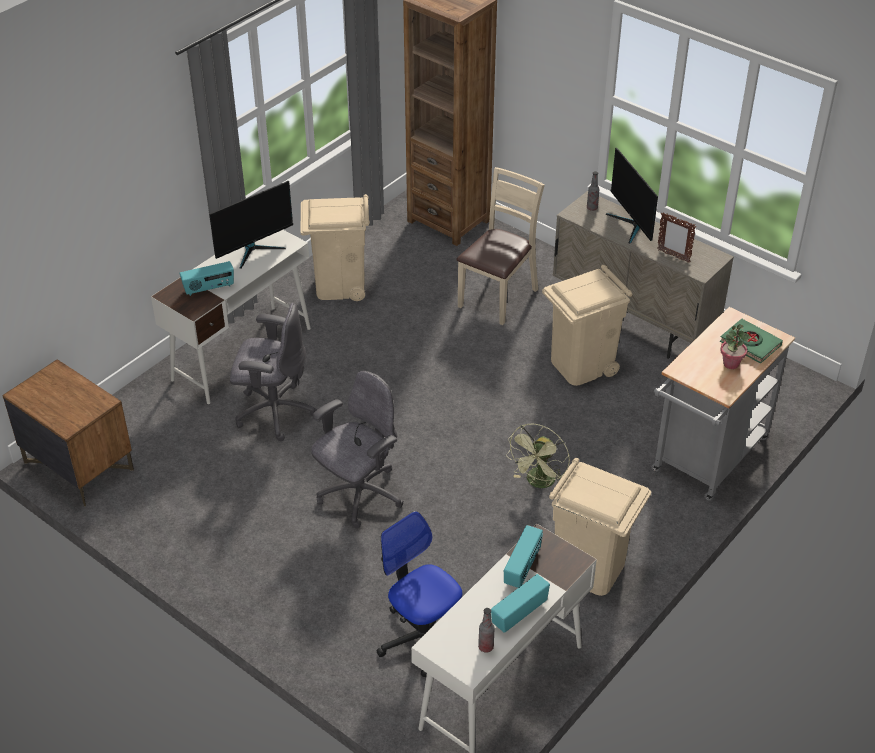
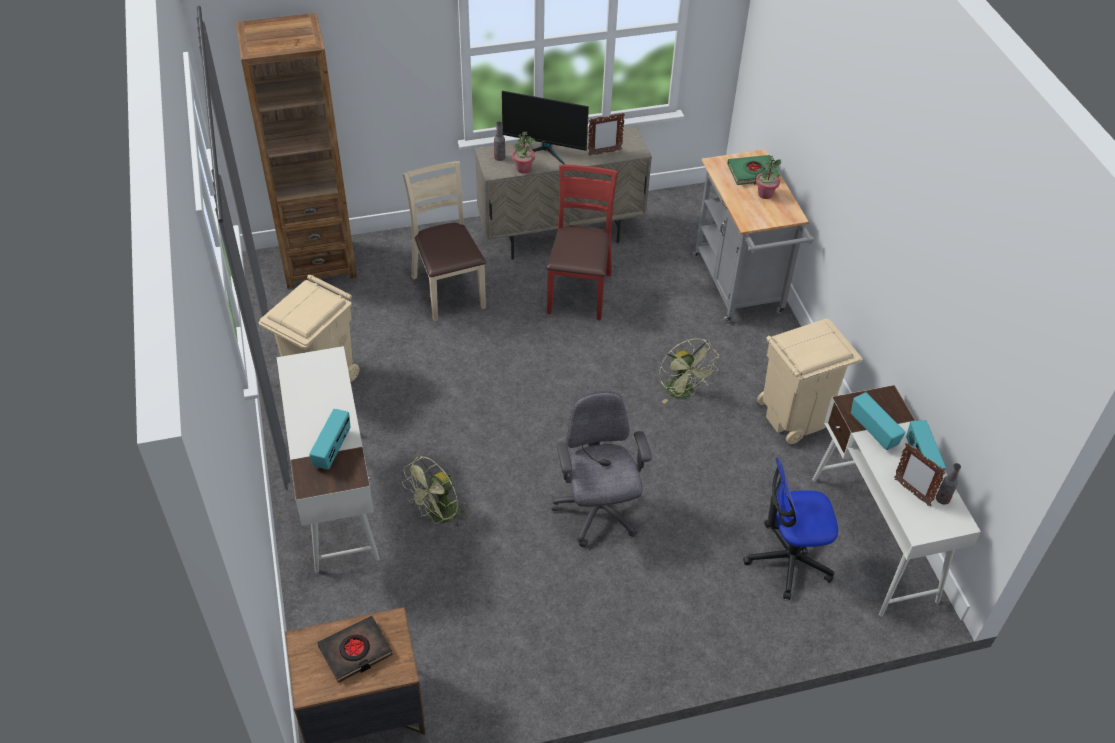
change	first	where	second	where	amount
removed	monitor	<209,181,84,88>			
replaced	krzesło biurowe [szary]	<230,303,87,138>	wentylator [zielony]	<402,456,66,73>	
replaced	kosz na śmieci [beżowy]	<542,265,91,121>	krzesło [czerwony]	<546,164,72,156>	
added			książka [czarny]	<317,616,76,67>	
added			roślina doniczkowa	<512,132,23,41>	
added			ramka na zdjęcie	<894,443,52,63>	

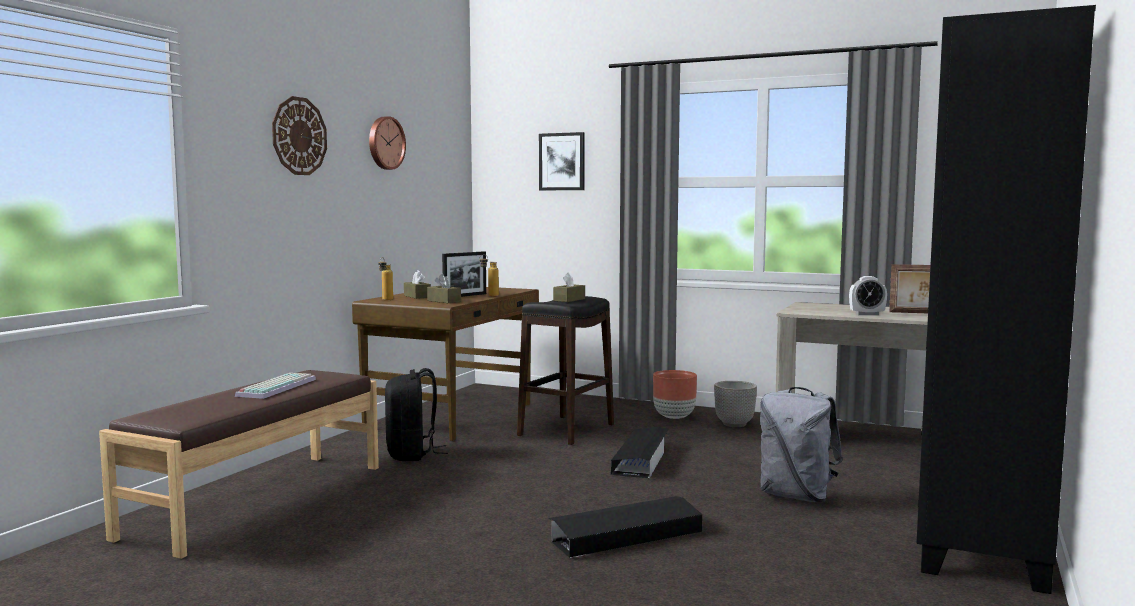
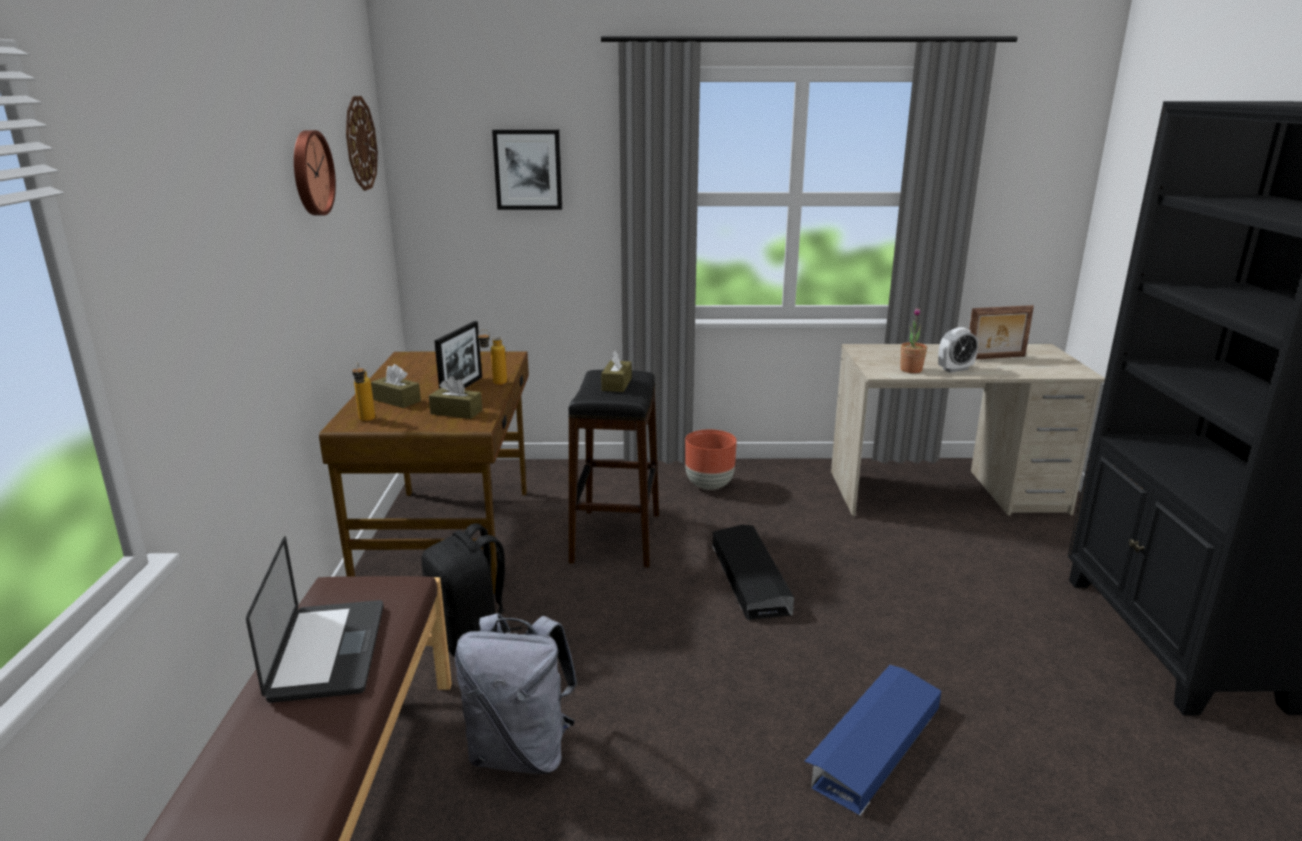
change	first	where	second	where	amount
replaced	klawiatura	<235,373,81,26>	laptop	<246,536,137,167>	
moved	zegar ścienny	<272,96,55,79>		<346,96,32,95>	
recoloured	pojemnik do przechowywania [czarny]	<549,496,153,62>	pojemnik do przechowywania [niebieski]	<804,665,137,150>	
removed	donica	<714,381,43,46>			
moved	plecak [szary]	<760,387,83,115>		<455,613,123,161>	
added			roślina doniczkowa	<900,308,27,65>	

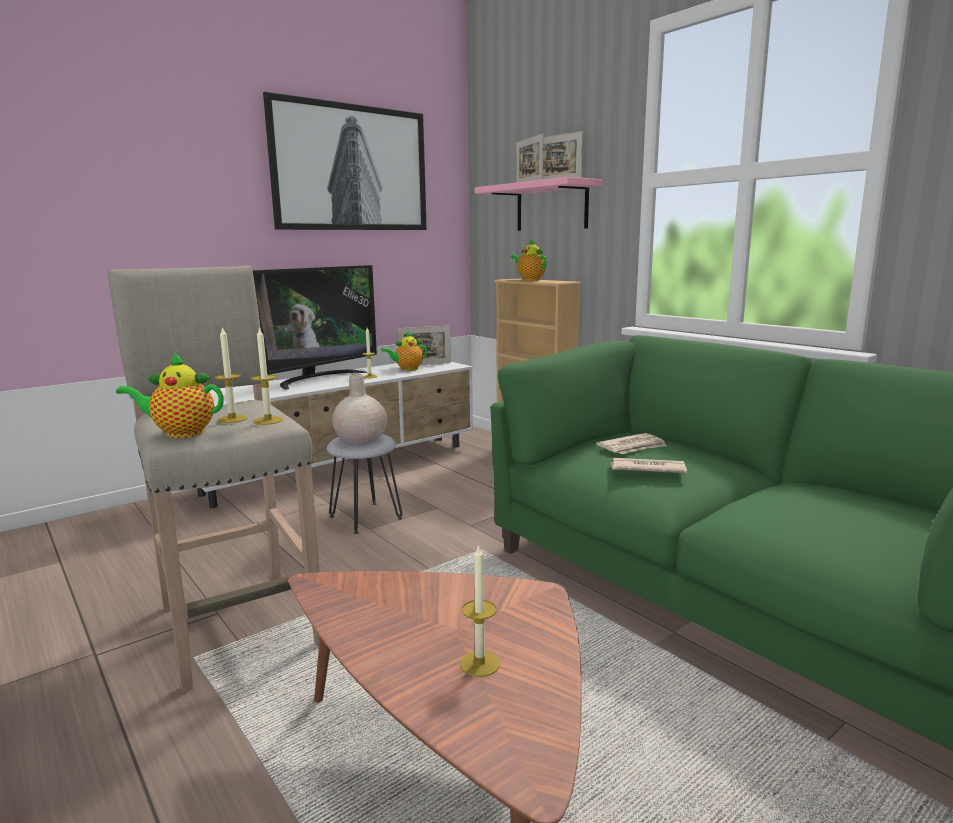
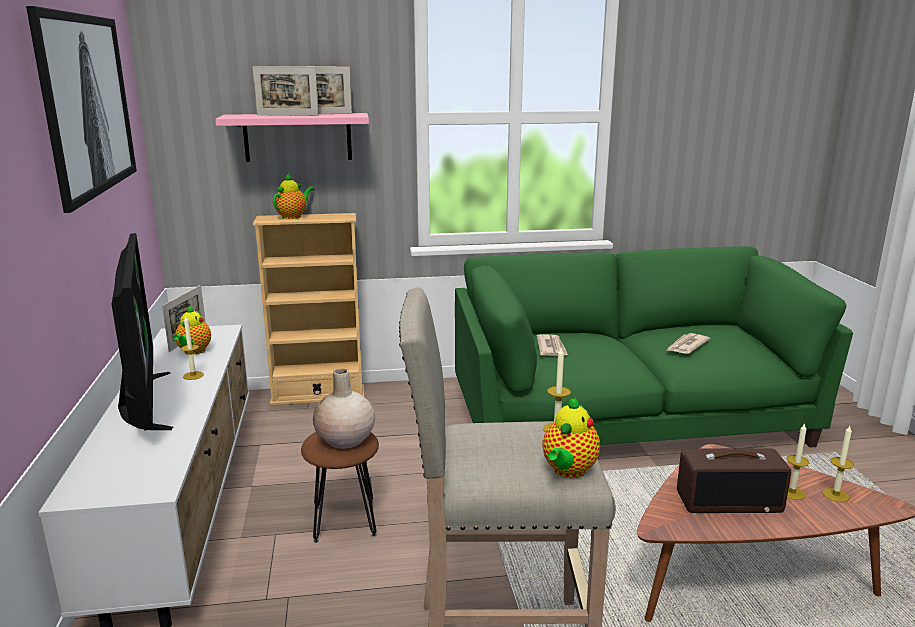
change	first	where	second	where	amount
moved	świeca	<215,326,33,97>		<822,426,32,76>	
recoloured	stołek [szary]	<327,434,75,100>	stołek [brązowy]	<301,432,78,111>	
turned	imbryk	<510,238,37,42>		<273,174,41,45>	135 degrees clockwise
moved	gazeta	<610,458,77,15>		<666,333,45,21>	
added			radio	<677,448,114,65>	

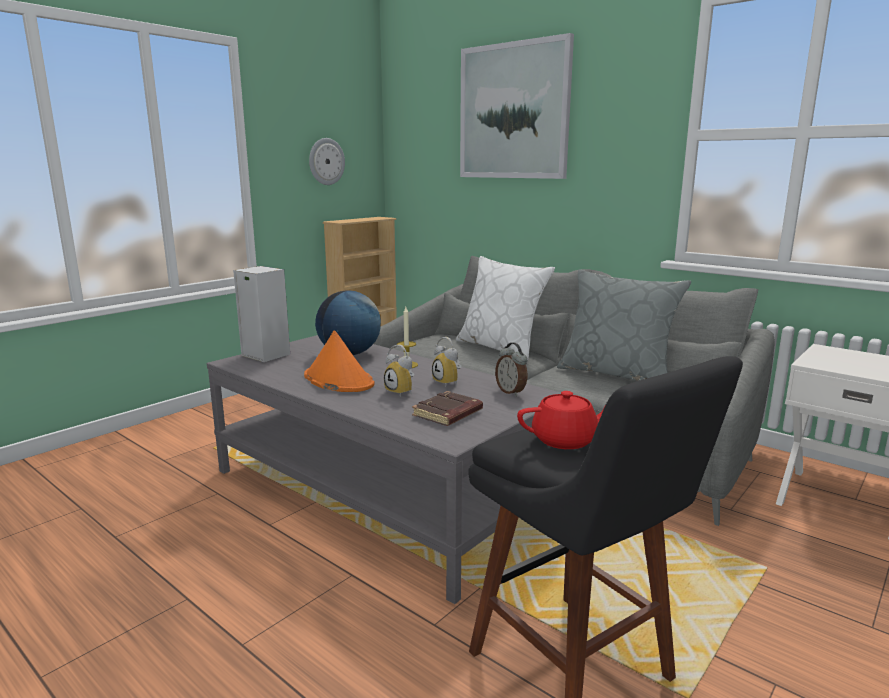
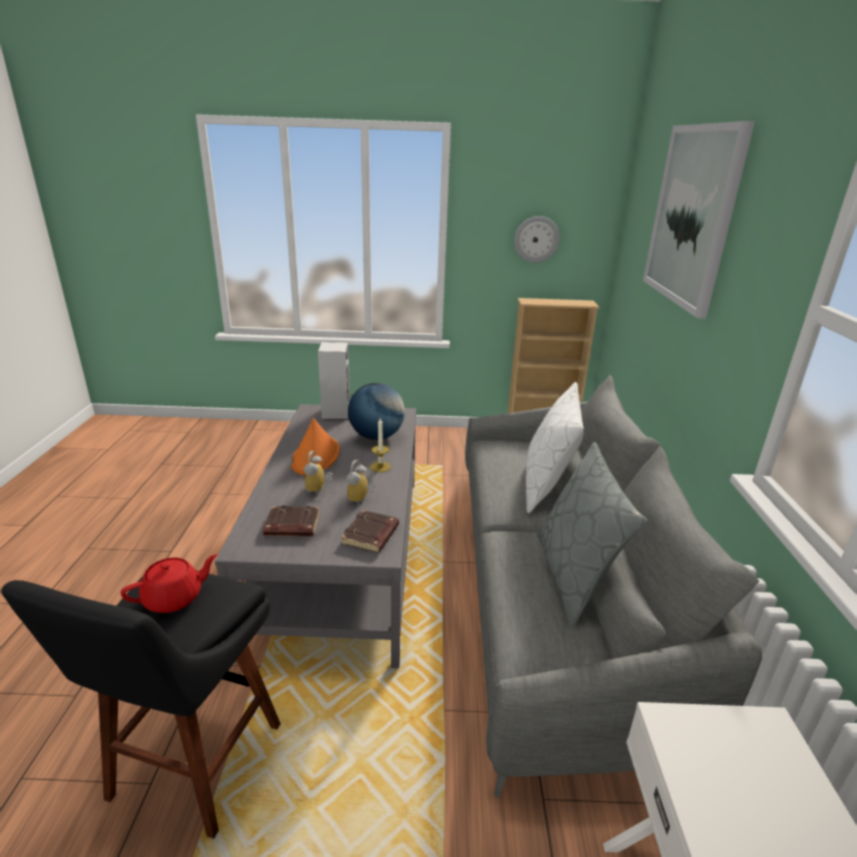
change	first	where	second	where	amount
replaced	budzik	<495,343,32,53>	książka [brązowy]	<341,510,58,43>	
turned	imbryk [czerwony]	<517,391,88,58>		<121,554,97,59>	75 degrees counterclockwise

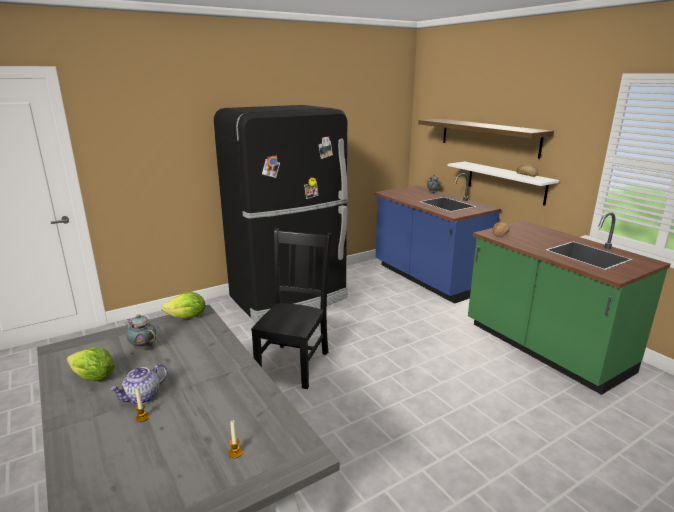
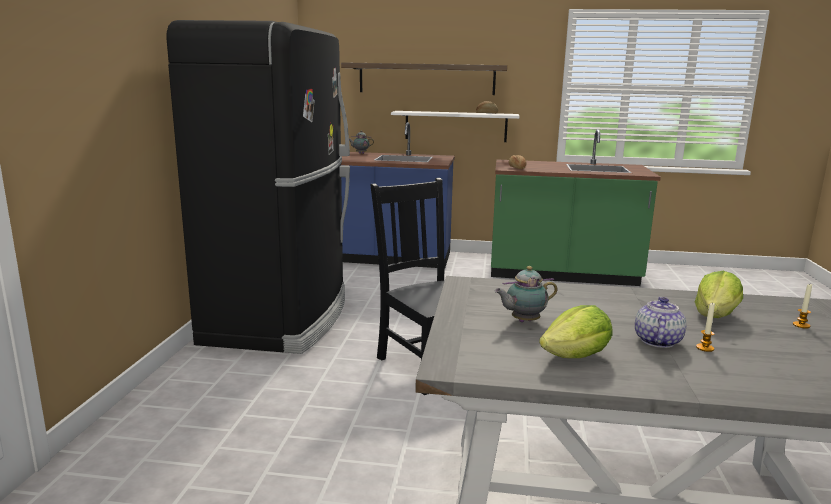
change	first	where	second	where	amount
turned	imbryk	<110,364,57,40>		<635,297,51,51>	150 degrees counterclockwise
moved	sałata	<161,292,44,27>		<695,271,48,47>	

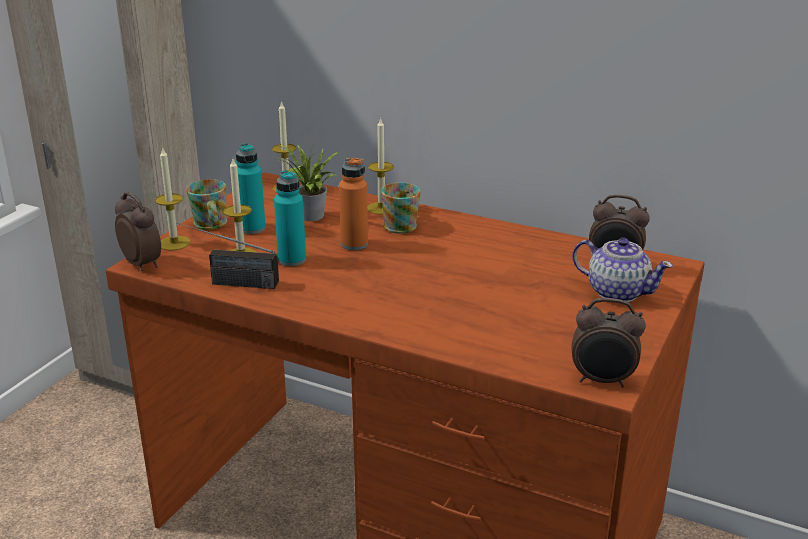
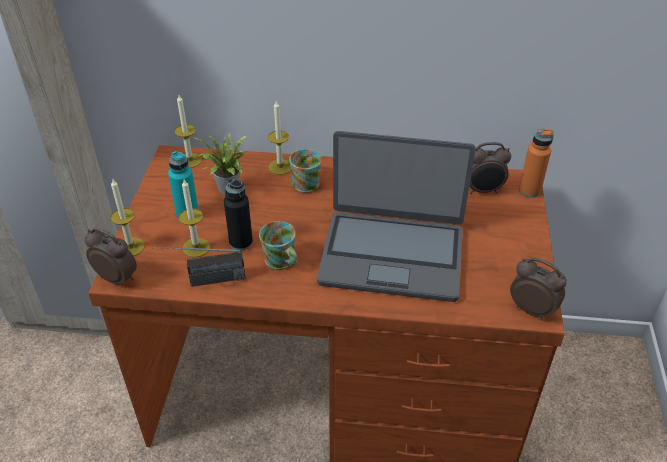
change	first	where	second	where	amount
moved	kubek	<186,179,41,51>		<259,221,39,49>	
recoloured	butelka [turkusowy]	<274,170,32,96>	butelka [czarny]	<224,179,29,72>	
moved	butelka [pomarańczowy]	<339,157,29,93>		<519,129,35,69>	
removed	imbryk	<572,238,101,64>			
turned	budzik	<572,298,74,90>		<510,258,57,63>	135 degrees counterclockwise
added			laptop	<317,131,159,171>	

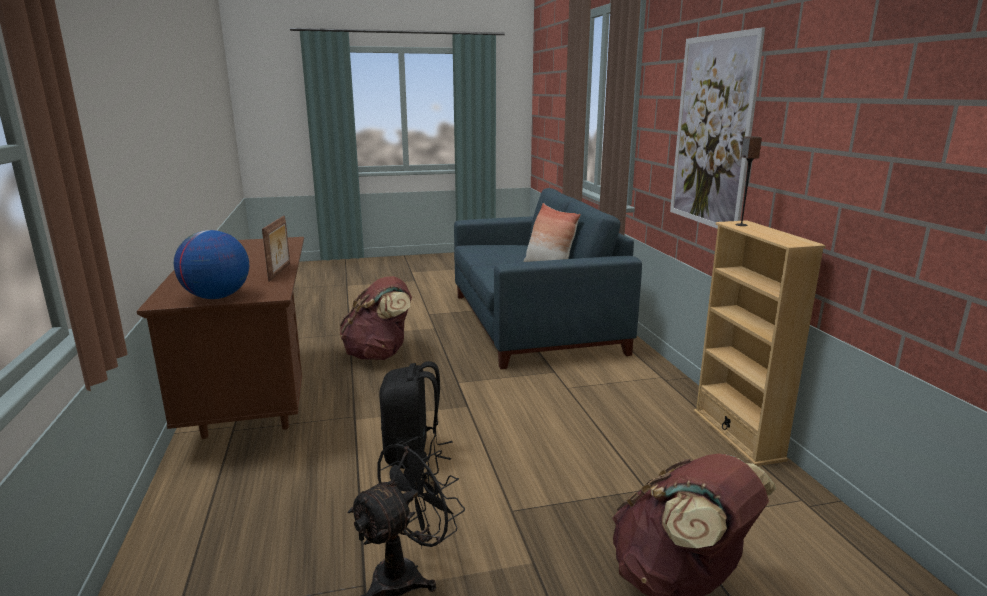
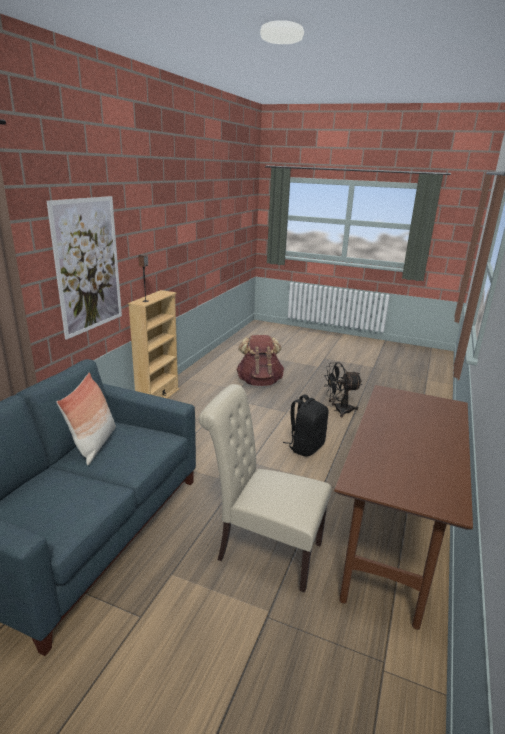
change	first	where	second	where	amount
removed	globus	<174,230,75,69>			
removed	ramka na zdjęcie	<262,216,28,66>			
replaced	plecak [brązowy]	<340,276,72,84>	krzesło [beżowy]	<199,384,133,209>	

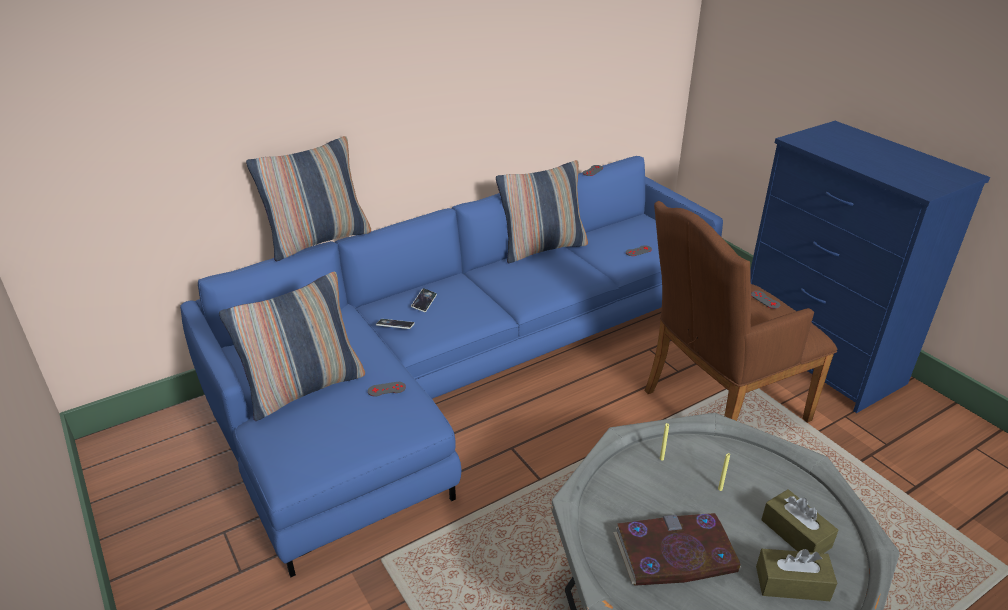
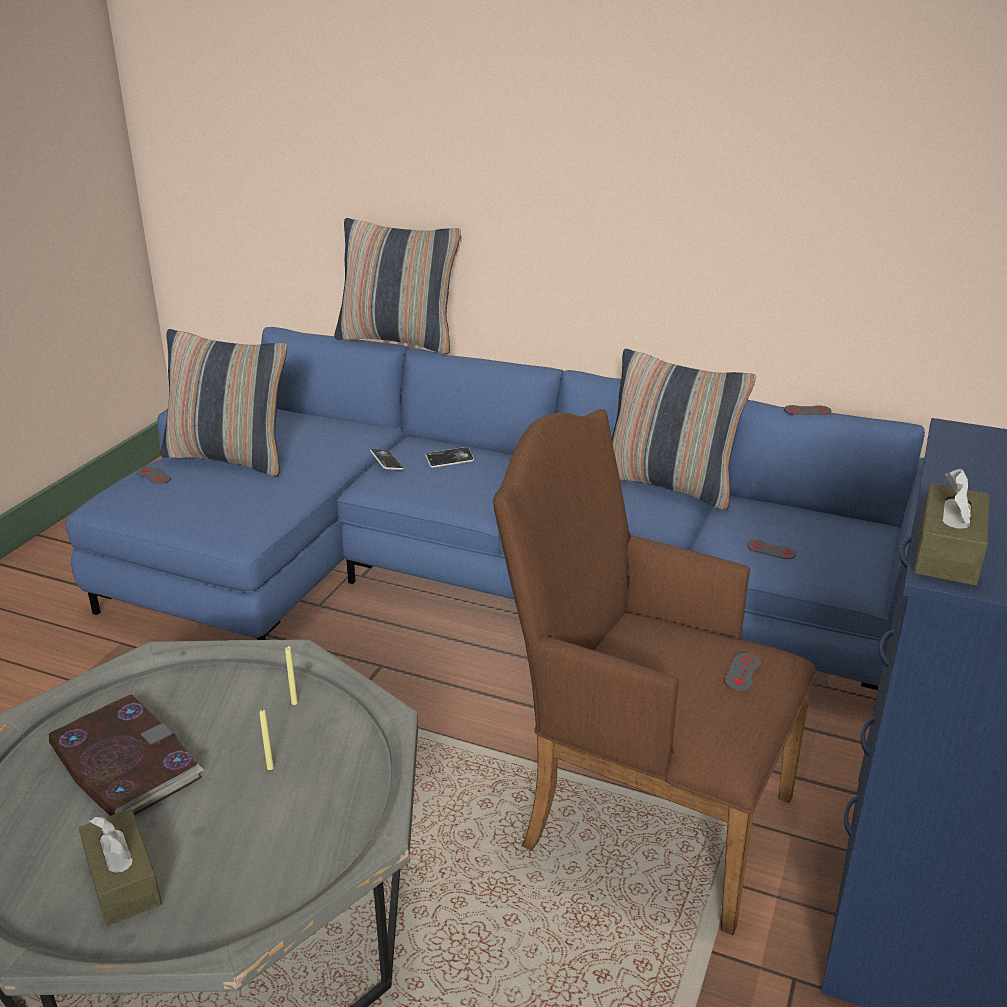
change	first	where	second	where	amount
moved	pad do gier [szary]	<368,382,38,15>		<137,466,34,18>	
moved	pudełko chusteczek [brązowy]	<761,489,77,64>		<914,468,76,118>	

